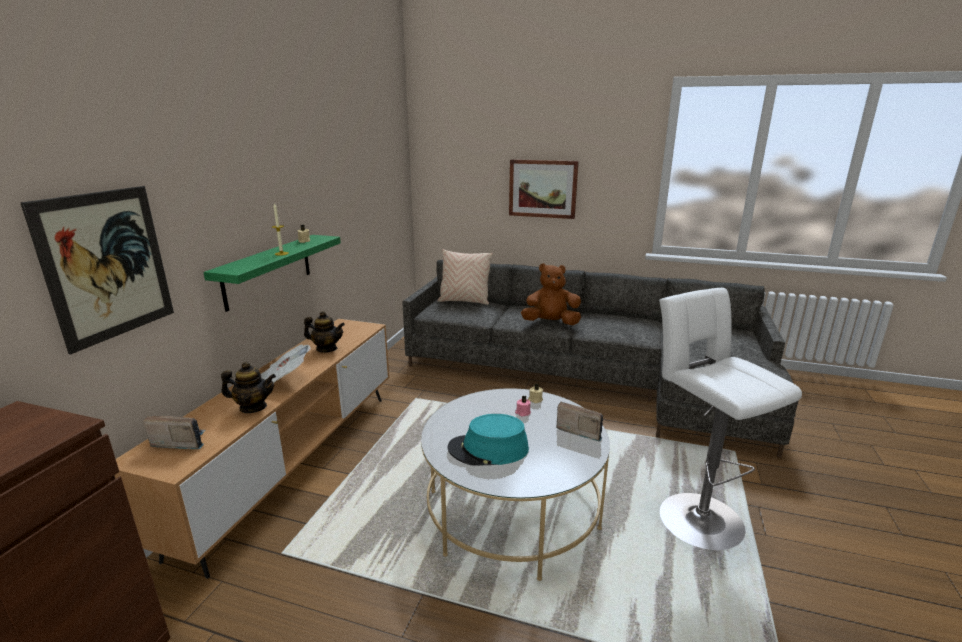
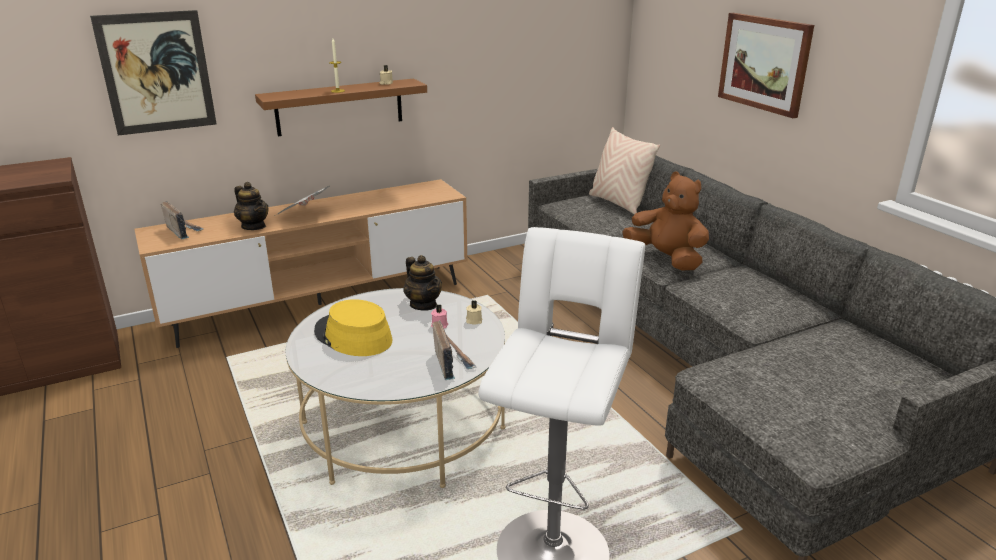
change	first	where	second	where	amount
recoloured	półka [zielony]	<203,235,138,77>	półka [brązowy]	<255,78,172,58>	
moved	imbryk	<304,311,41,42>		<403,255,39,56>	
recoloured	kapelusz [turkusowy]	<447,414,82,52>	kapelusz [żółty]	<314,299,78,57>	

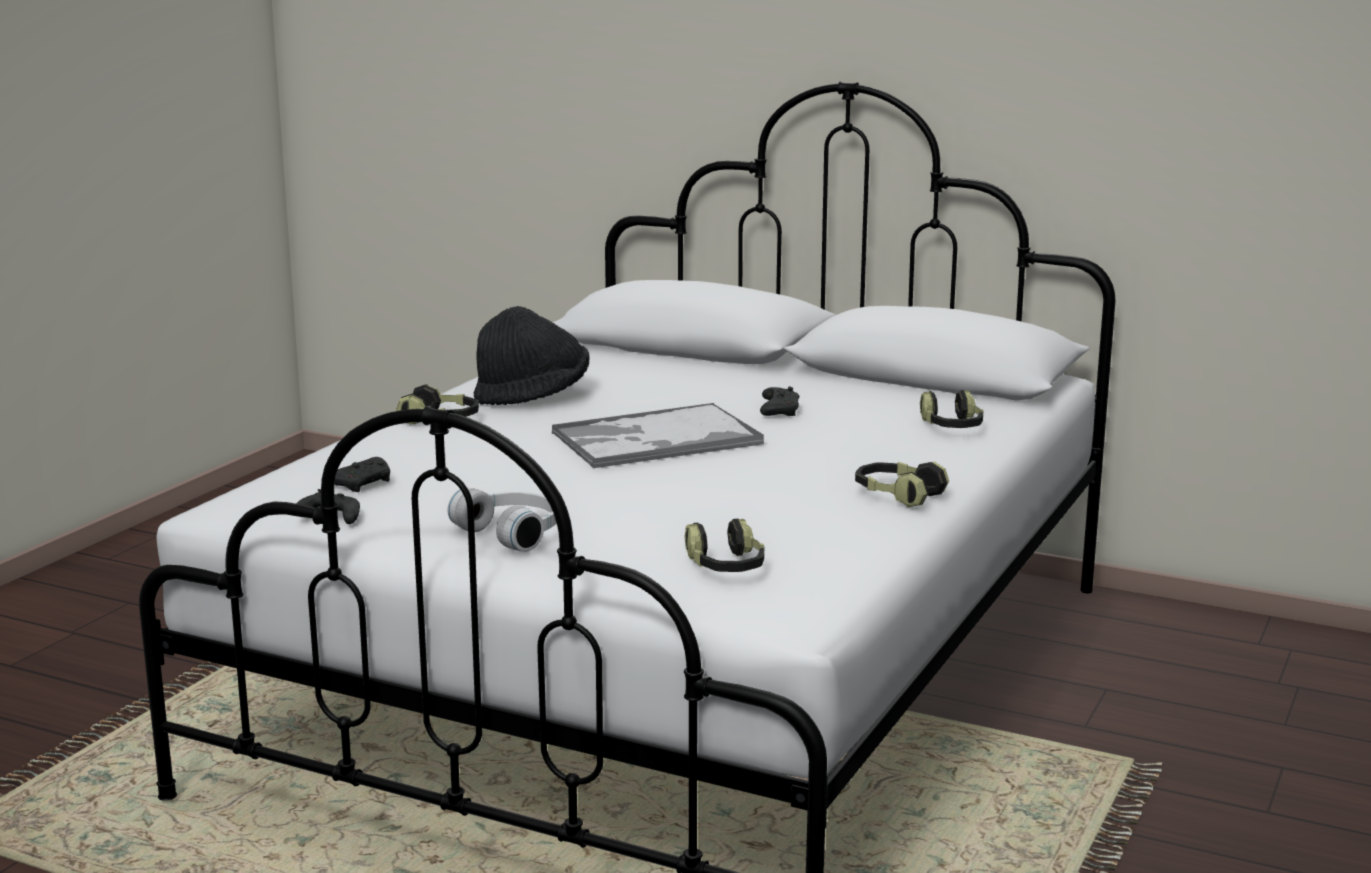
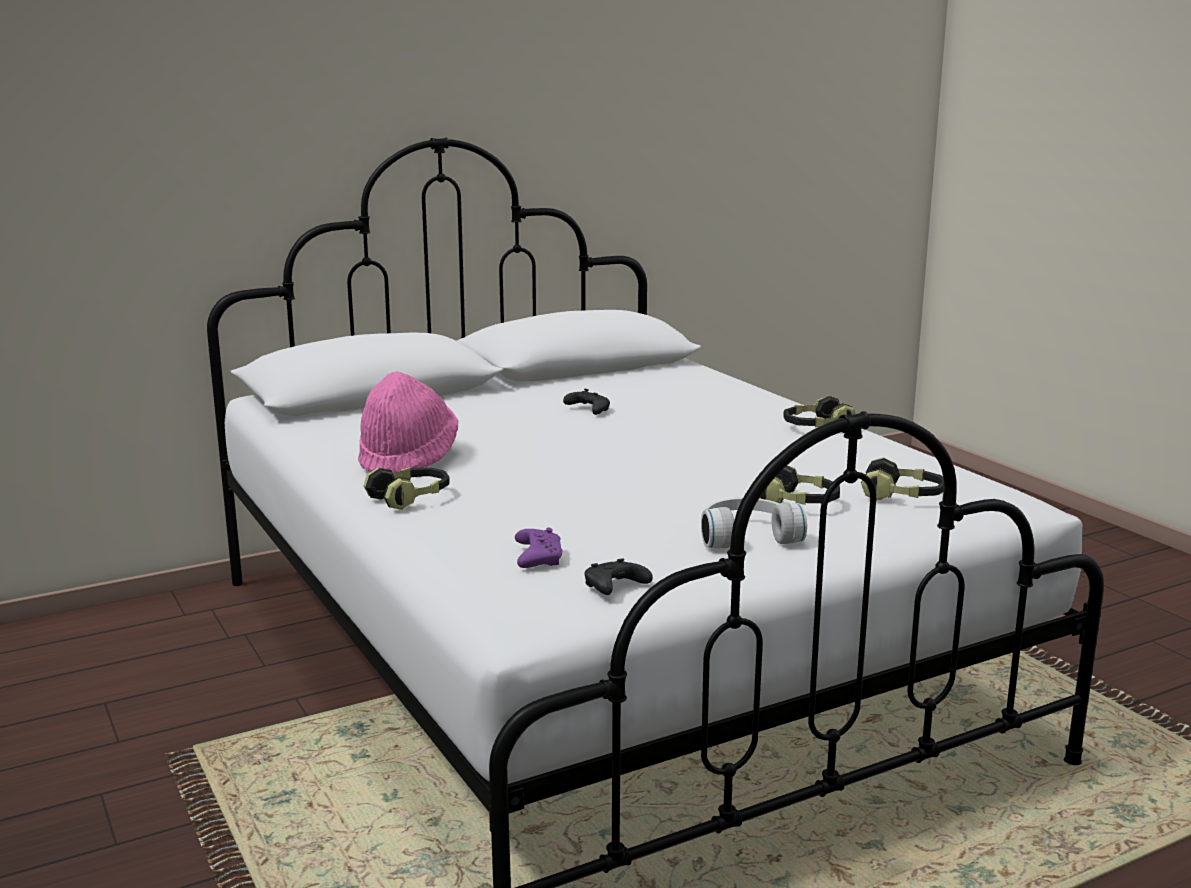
change	first	where	second	where	amount
recoloured	pad do gier [czarny]	<334,457,56,35>	pad do gier [fioletowy]	<515,528,47,40>	
recoloured	kapelusz [czarny]	<474,306,115,99>	kapelusz [różowy]	<358,371,100,102>	
removed	taca	<552,403,212,66>			
moved	słuchawki	<920,390,63,38>		<759,465,81,40>	

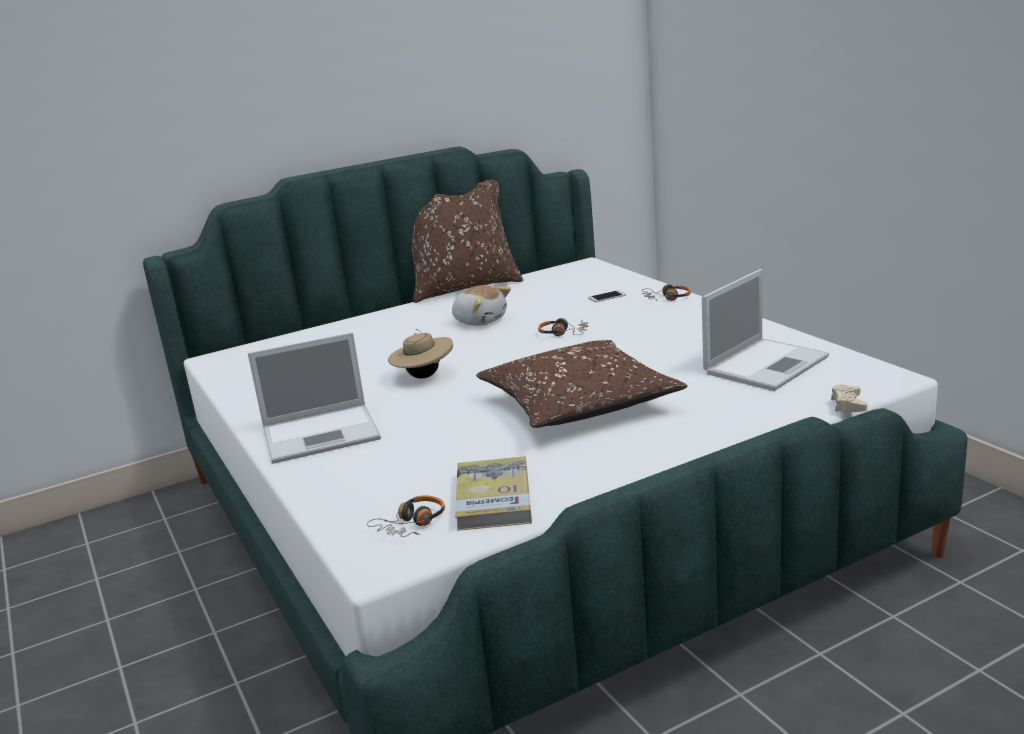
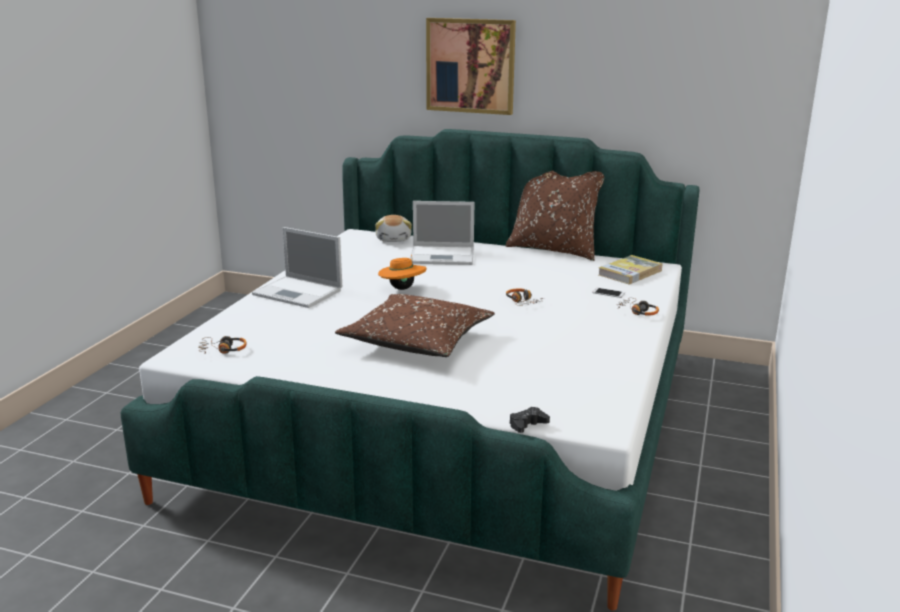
change	first	where	second	where	amount
recoloured	kapelusz [beżowy]	<388,329,65,49>	kapelusz [pomarańczowy]	<378,255,49,35>	
moved	pluszak	<452,285,59,41>		<375,215,37,27>	
moved	książka	<455,456,77,75>		<599,255,64,30>	
moved	laptop	<702,269,127,122>		<410,201,64,64>	
recoloured	pad do gier [beżowy]	<831,384,37,29>	pad do gier [czarny]	<510,407,40,26>	
added			obraz	<426,18,90,97>	

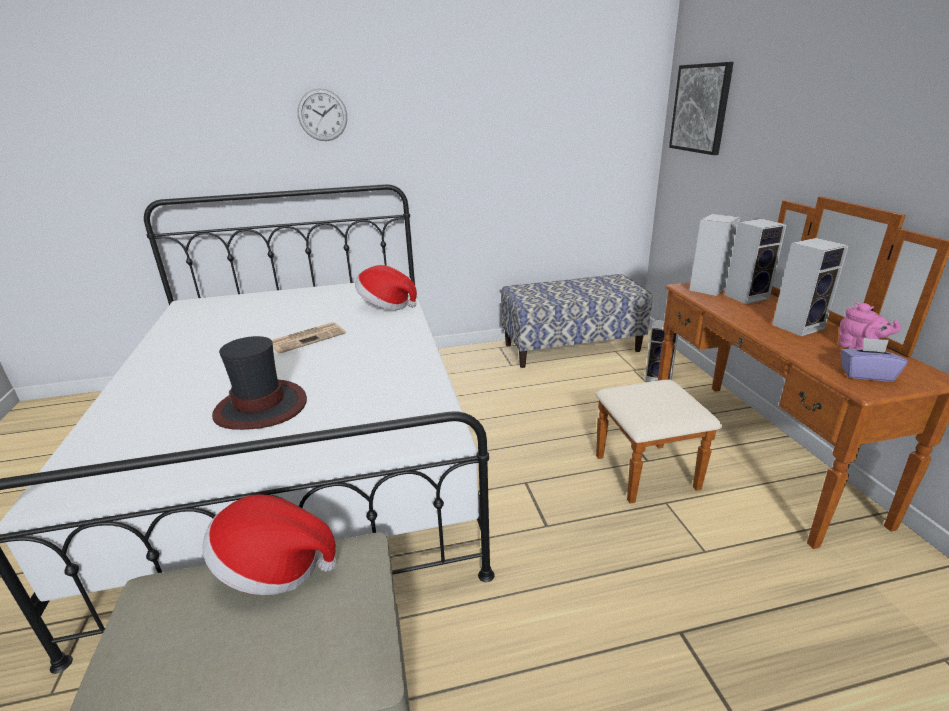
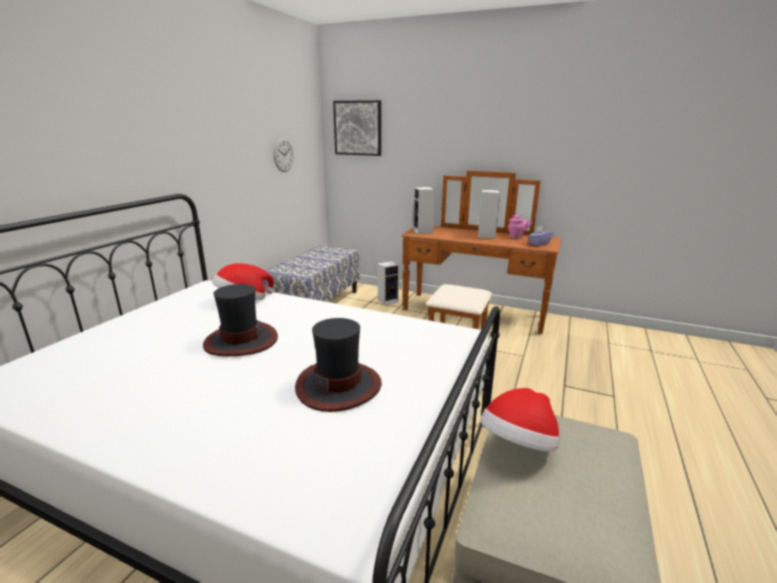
change	first	where	second	where	amount
replaced	gazeta	<272,322,74,32>	kapelusz	<203,284,75,72>	
moved	zegar ścienny	<298,89,49,52>		<274,138,20,34>	
removed	głośnik	<724,219,63,85>			

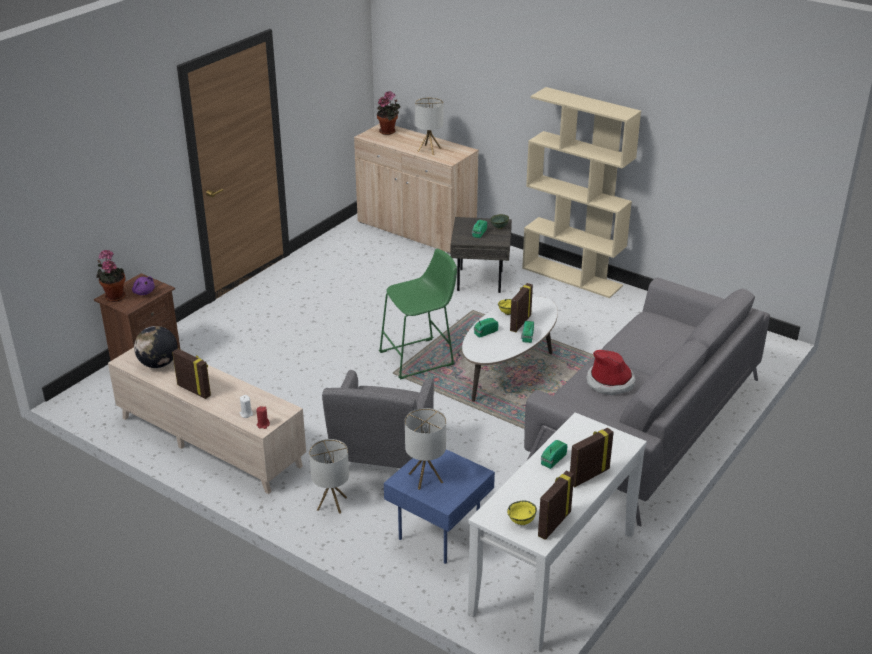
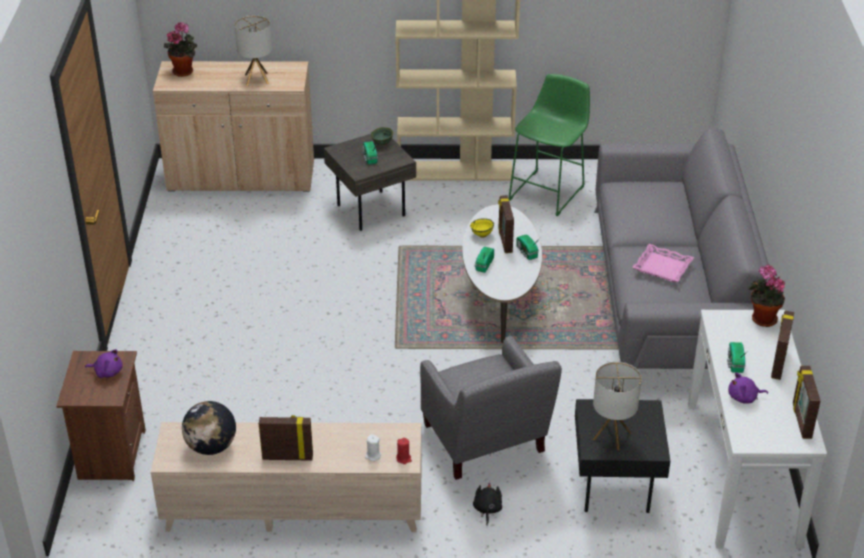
change	first	where	second	where	amount
moved	roślina doniczkowa	<96,250,30,52>		<748,265,37,62>	
replaced	lampa stołowa	<309,439,40,75>	pluszak [czarny]	<473,483,29,42>	
moved	stołek [zielony]	<379,249,78,131>		<508,74,82,142>	
recoloured	stolik [niebieski]	<384,449,111,115>	stolik [czarny]	<575,399,95,114>	
removed	miska [żółty]	<507,501,30,24>			
replaced	kapelusz	<587,350,48,45>	taca [różowy]	<632,244,62,38>	
added			pluszak [fioletowy]	<728,372,40,32>	

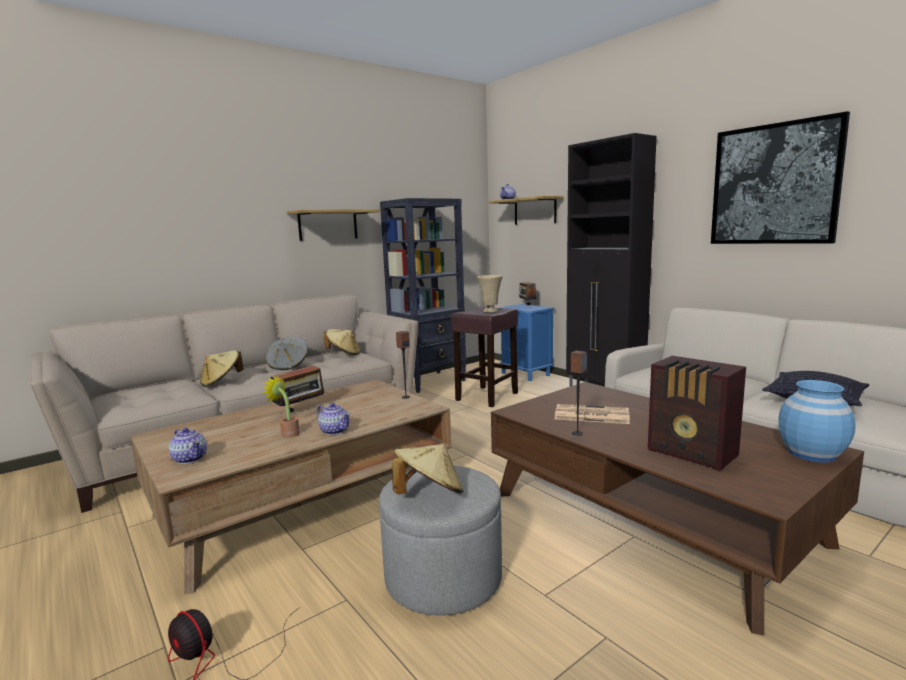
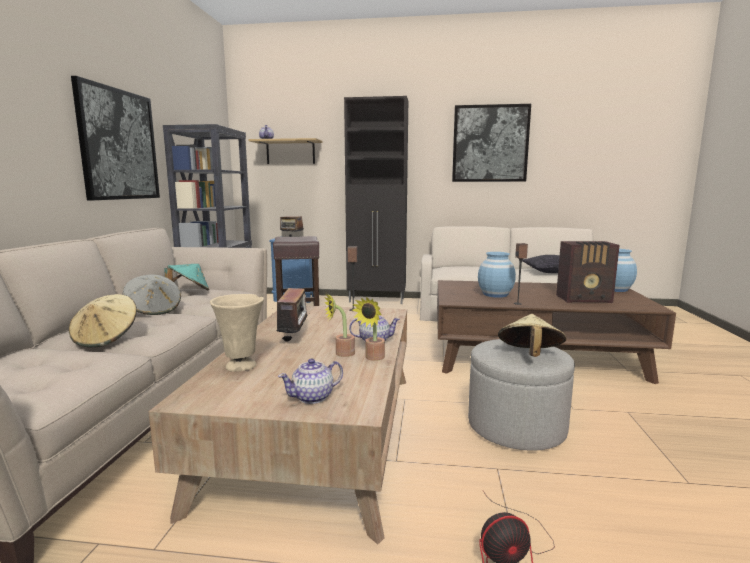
change	first	where	second	where	amount
turned	imbryk	<169,428,38,36>		<278,358,65,46>	150 degrees clockwise
replaced	półka	<287,209,93,32>	obraz	<71,76,89,125>	
recoloured	kapelusz [beżowy]	<324,329,37,26>	kapelusz [turkusowy]	<164,264,45,26>	
moved	wazon [beżowy]	<477,275,25,37>		<210,294,54,78>	
replaced	gazeta	<555,404,75,20>	wazon [niebieski]	<478,252,38,46>	
added			roślina doniczkowa	<352,297,33,64>	

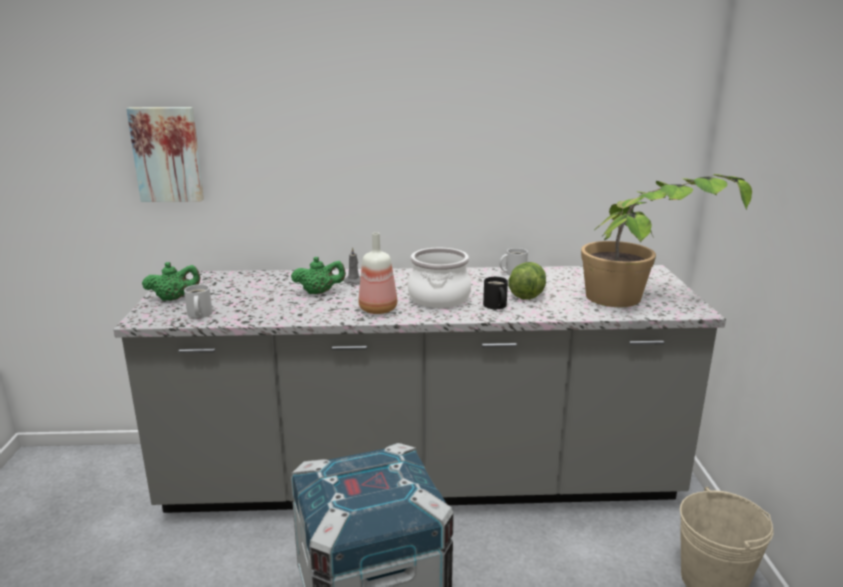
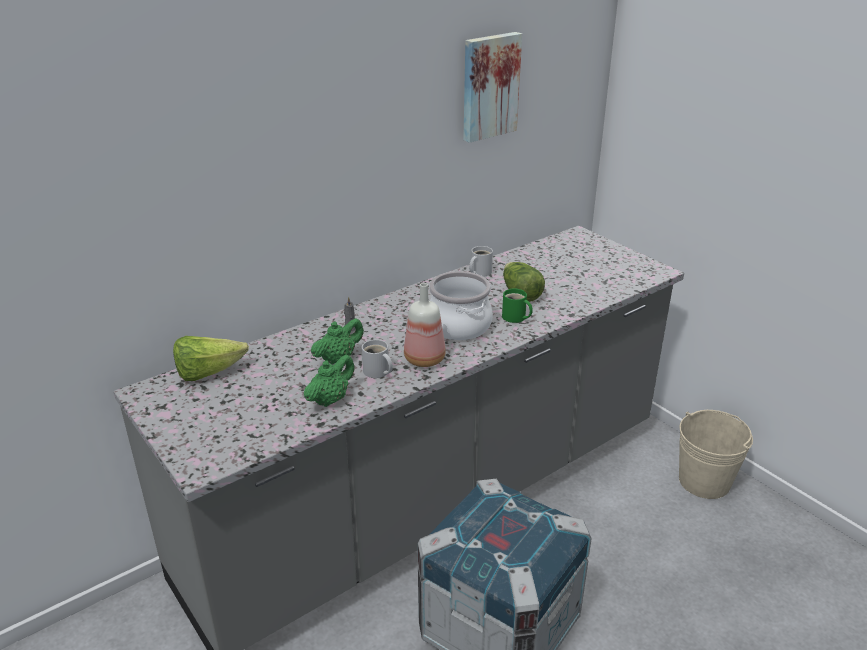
change	first	where	second	where	amount
moved	obraz	<126,107,78,95>		<463,32,59,111>	
moved	imbryk [zielony]	<142,262,58,39>		<304,355,51,52>	
moved	kubek [biały]	<184,284,29,34>		<362,339,31,39>	
recoloured	kubek [czarny]	<483,277,25,32>	kubek [zielony]	<502,289,31,34>	
removed	roślina doniczkowa	<581,174,171,133>			
added			sałata	<173,336,76,45>	

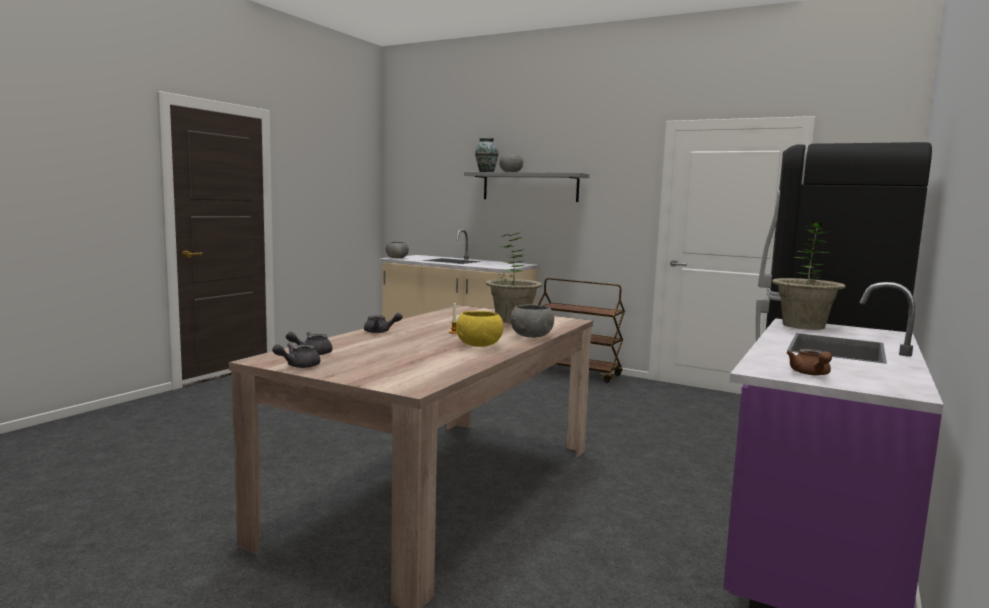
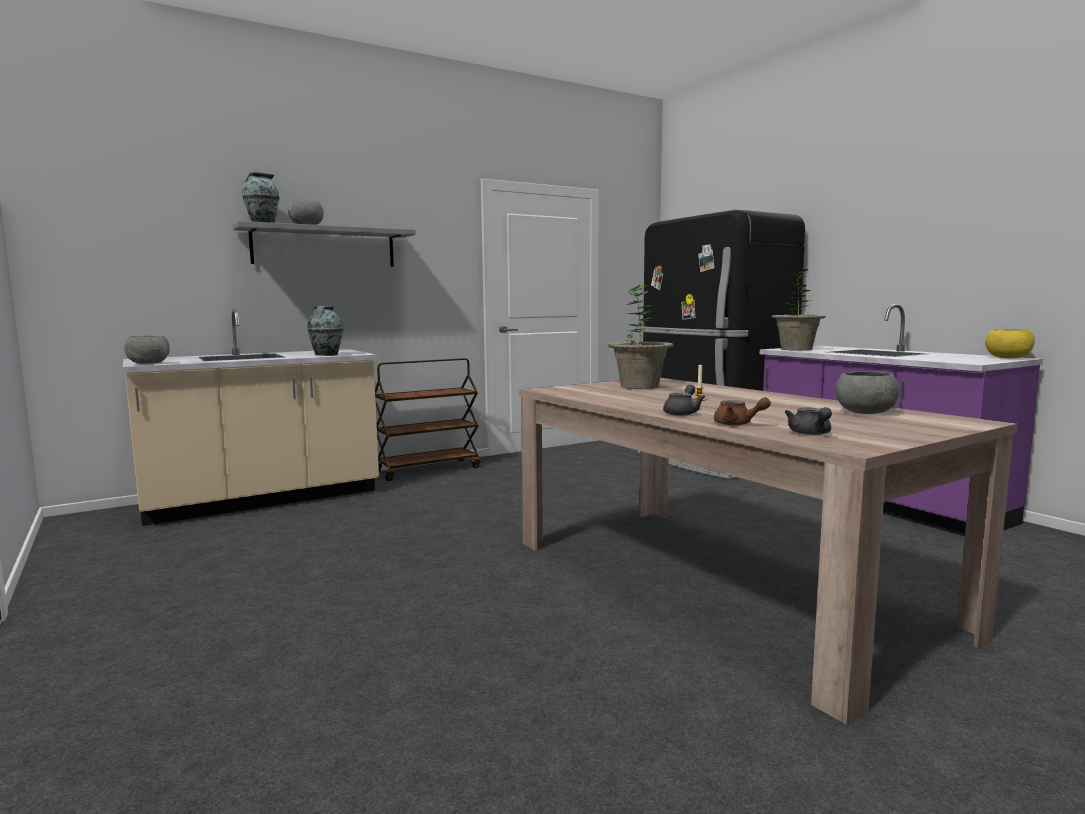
change	first	where	second	where	amount
removed	imbryk [szary]	<272,343,48,25>			
moved	miska [żółty]	<456,311,48,36>		<985,329,50,29>	
moved	miska [szary]	<511,304,43,34>		<836,371,63,43>	
moved	imbryk [brązowy]	<787,349,45,27>		<714,397,57,28>	
added			wazon	<307,306,37,50>	

